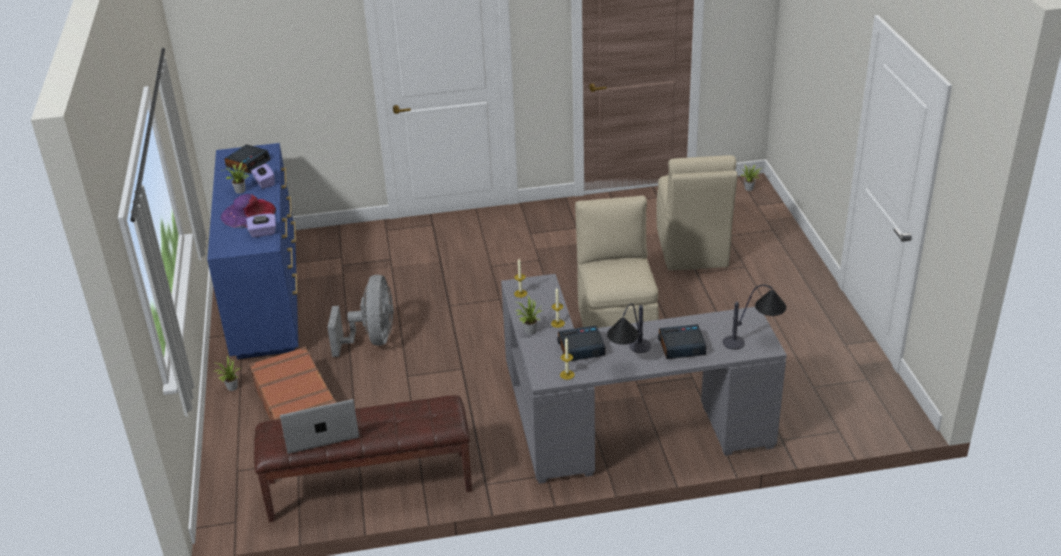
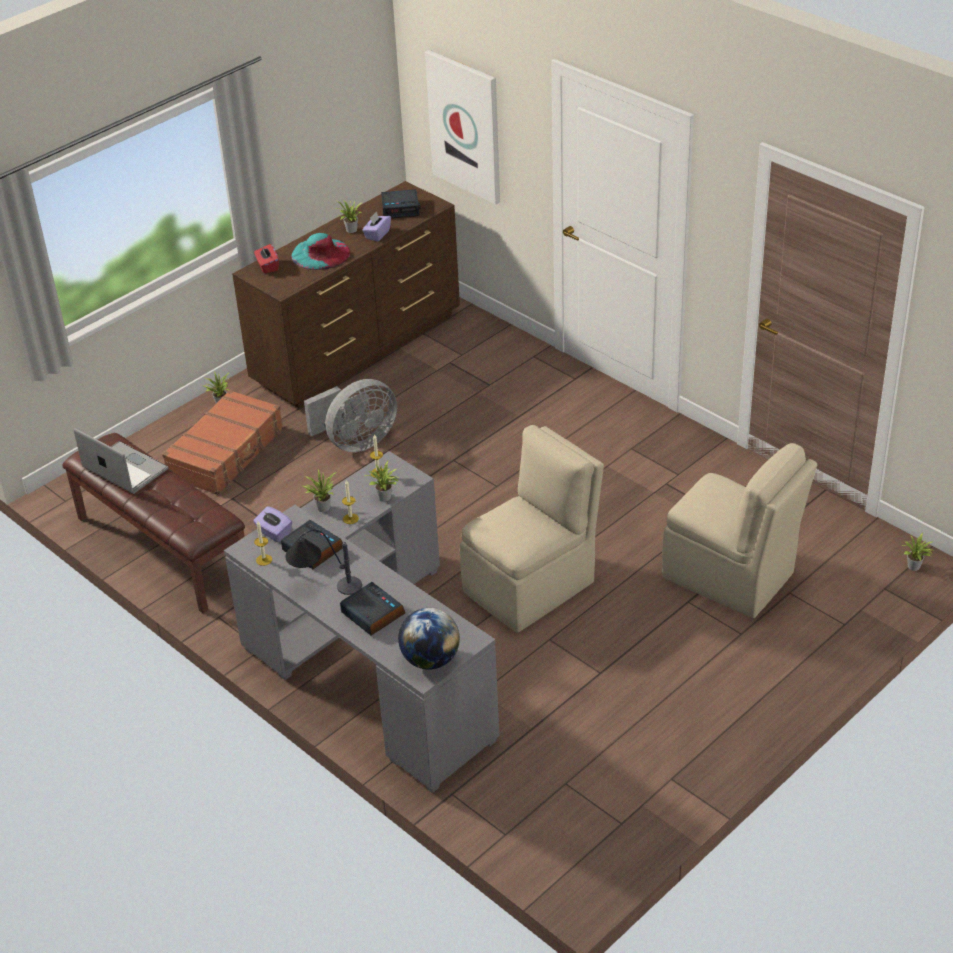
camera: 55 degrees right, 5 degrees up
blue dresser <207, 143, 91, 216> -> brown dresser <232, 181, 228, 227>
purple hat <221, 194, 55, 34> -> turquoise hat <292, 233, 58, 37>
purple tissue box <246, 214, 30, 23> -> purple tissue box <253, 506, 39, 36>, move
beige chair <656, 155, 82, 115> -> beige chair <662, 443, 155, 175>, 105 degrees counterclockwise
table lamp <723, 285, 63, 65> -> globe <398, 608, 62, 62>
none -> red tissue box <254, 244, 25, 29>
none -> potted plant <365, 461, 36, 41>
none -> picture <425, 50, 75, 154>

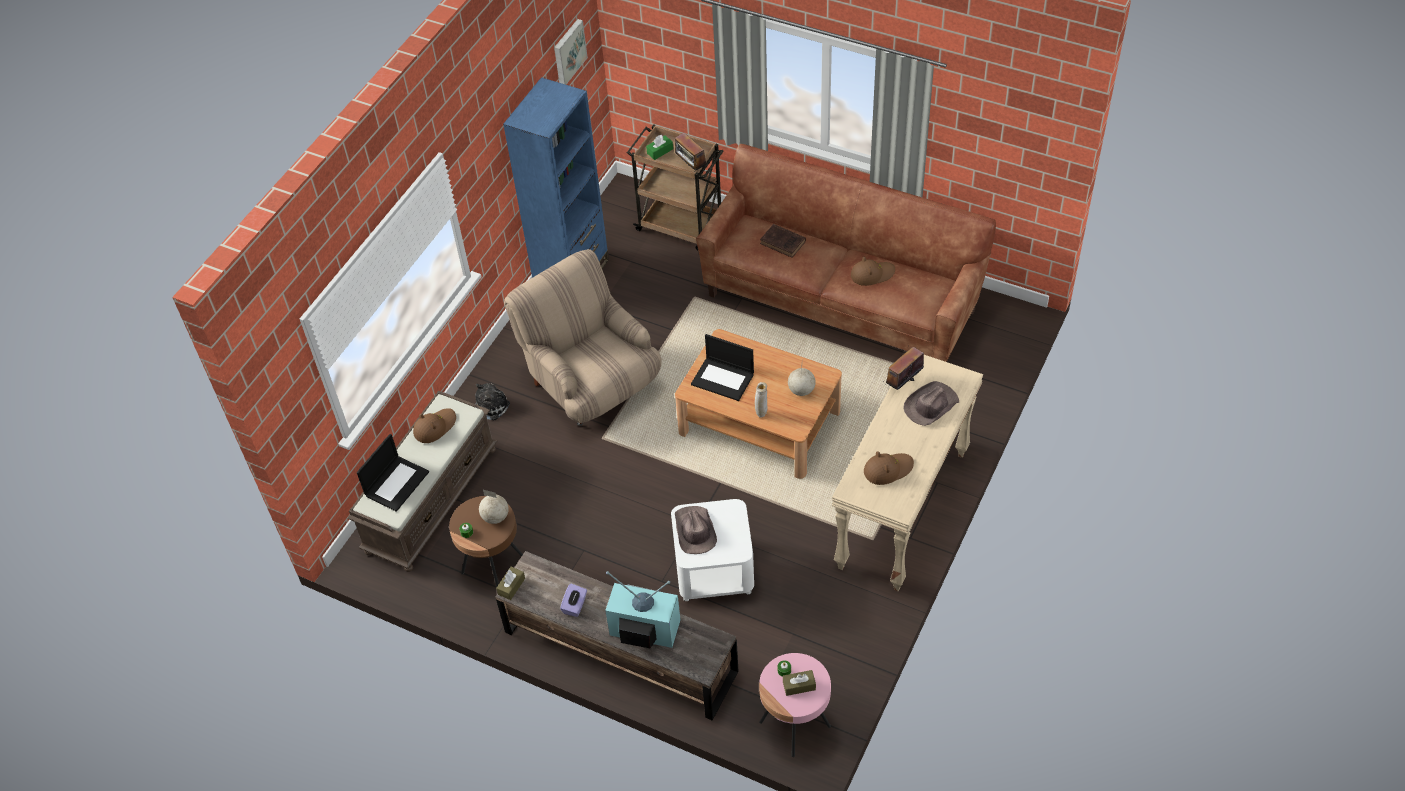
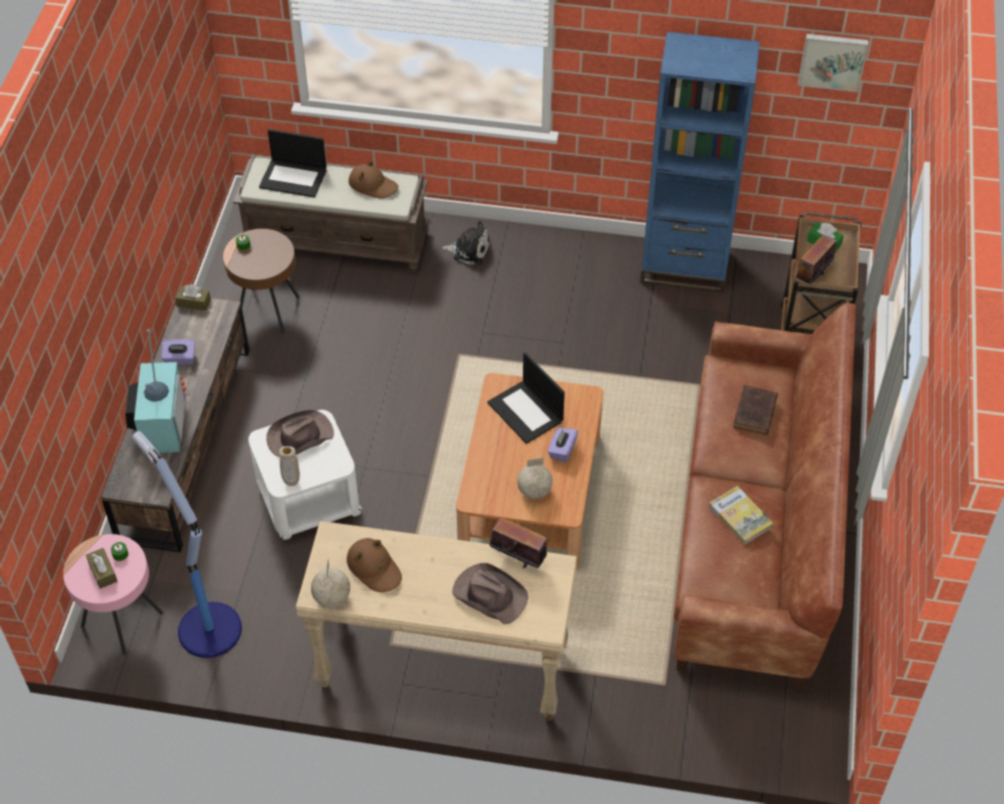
camera: 70 degrees right, 0 degrees up
globe <479, 490, 30, 34> -> globe <311, 560, 39, 48>, move
beige armchair <504, 249, 158, 177> -> none
laptop <691, 334, 63, 67> -> laptop <487, 352, 78, 92>, 45 degrees counterclockwise
beige vase <755, 382, 12, 35> -> beige vase <279, 446, 21, 40>, move
brown hat <851, 257, 44, 29> -> book <709, 486, 65, 59>
none -> floor lamp <132, 431, 110, 227>
none -> purple tissue box <548, 427, 30, 36>

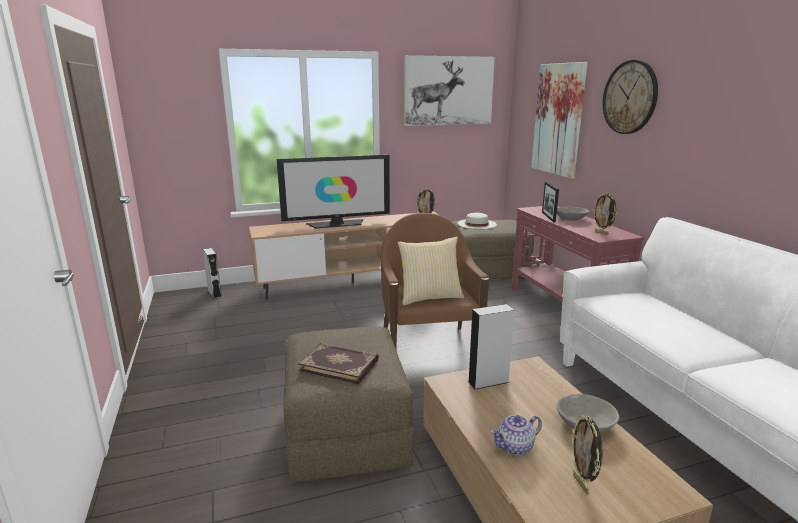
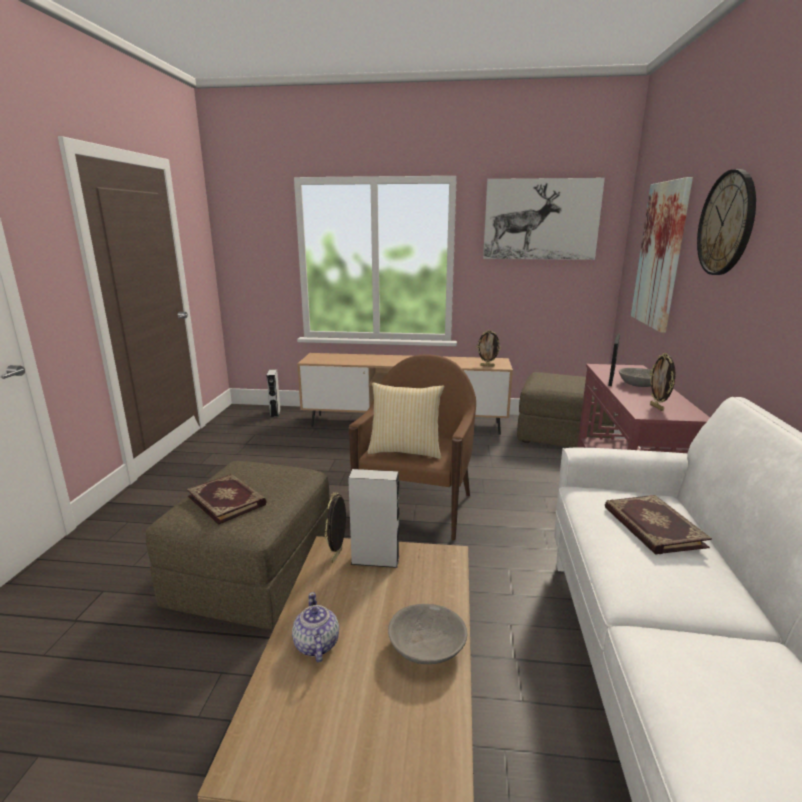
camera: 25 degrees right, 0 degrees up
television <277, 155, 113, 73> -> none
white hat <457, 213, 40, 16> -> none
teapot <490, 415, 52, 40> -> teapot <292, 592, 47, 71>, 75 degrees clockwise
picture frame <572, 415, 31, 80> -> picture frame <325, 492, 21, 71>, move
none -> book <605, 495, 107, 60>

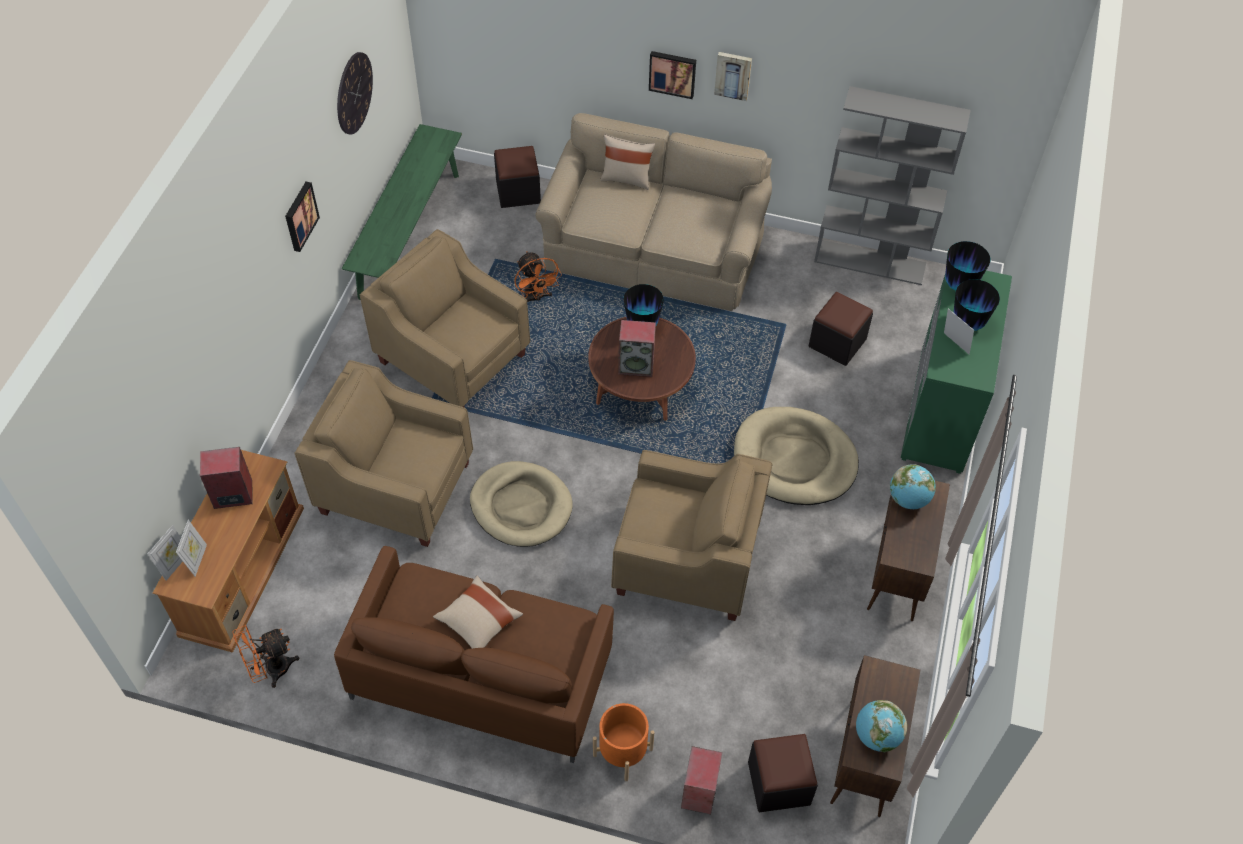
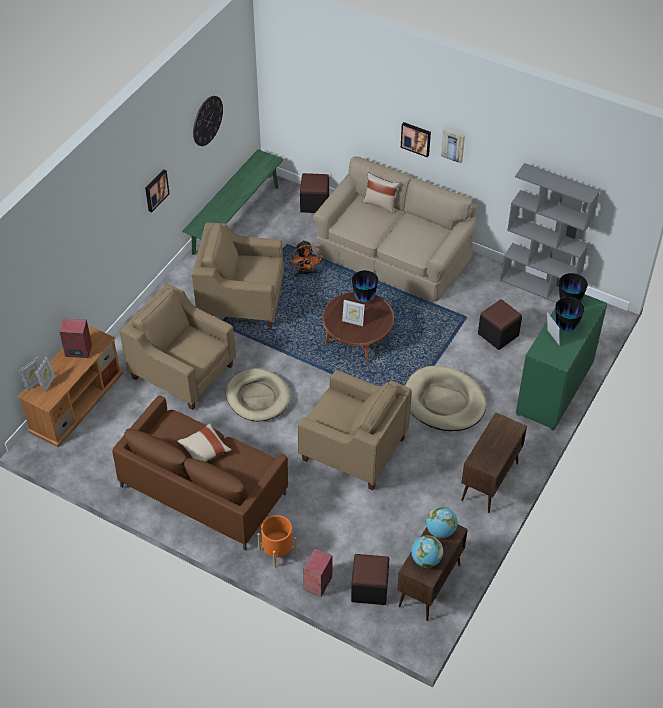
camera: 15 degrees right, 5 degrees down
orange fan <232, 625, 67, 63> -> none
beige armchair <360, 229, 170, 179> -> beige armchair <192, 223, 92, 104>, 45 degrees counterclockwise
speaker <618, 320, 38, 57> -> picture frame <342, 300, 23, 26>
globe <890, 464, 46, 45> -> globe <426, 507, 32, 31>, move

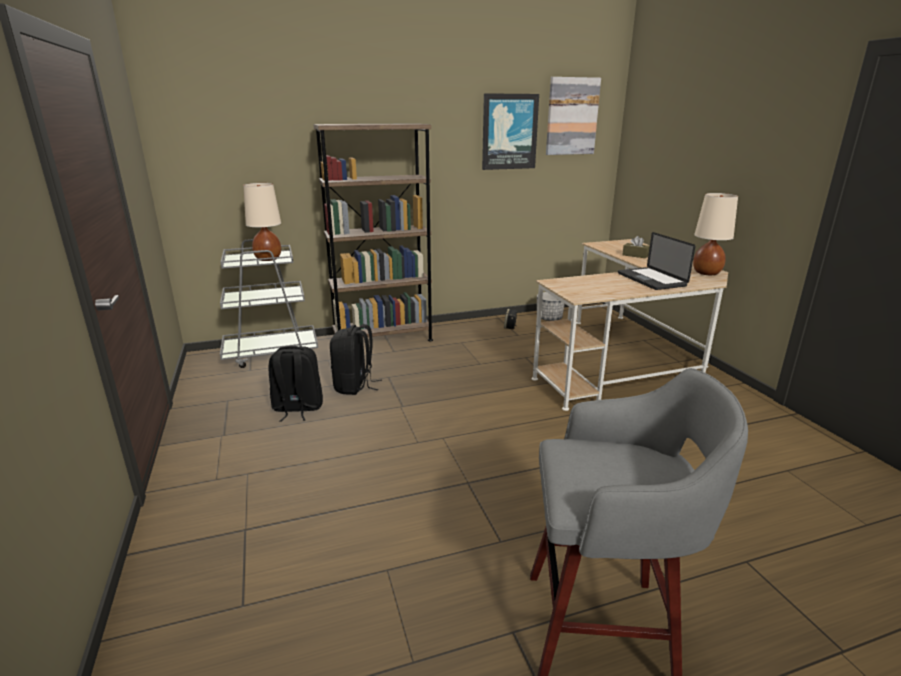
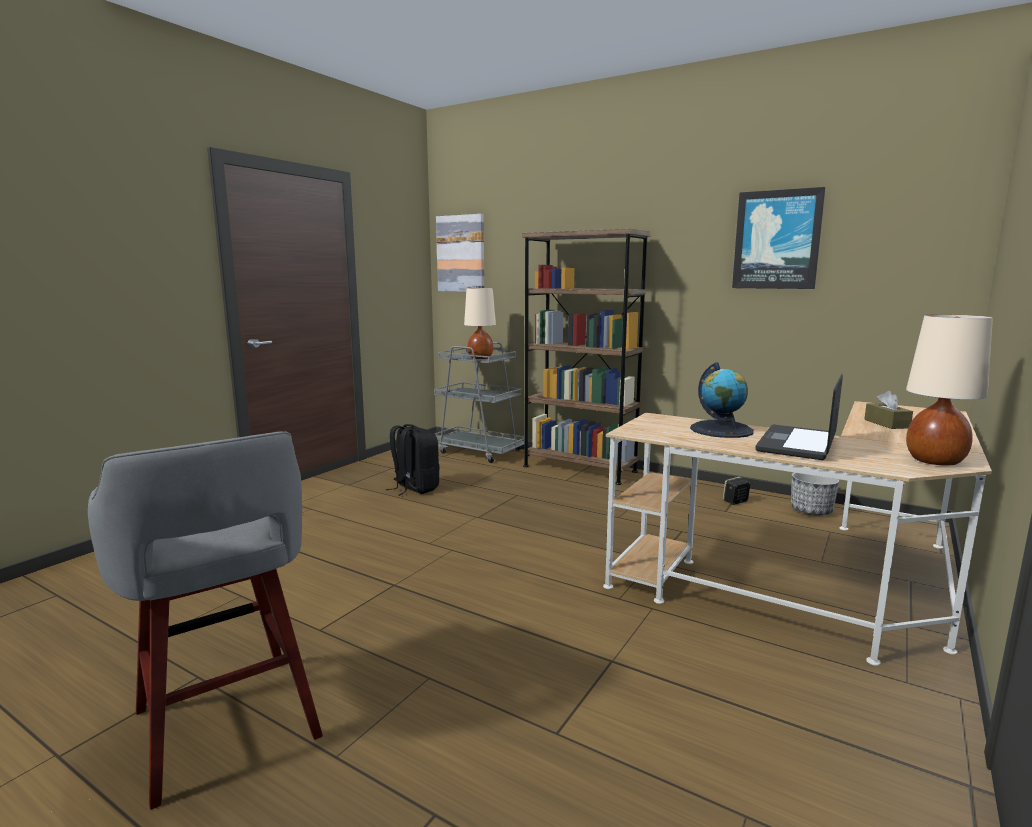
camera: 50 degrees right, 10 degrees down
black backpack <330, 324, 52, 71> -> none
picture <546, 77, 55, 78> -> picture <436, 214, 48, 78>, move
none -> globe <690, 362, 64, 76>

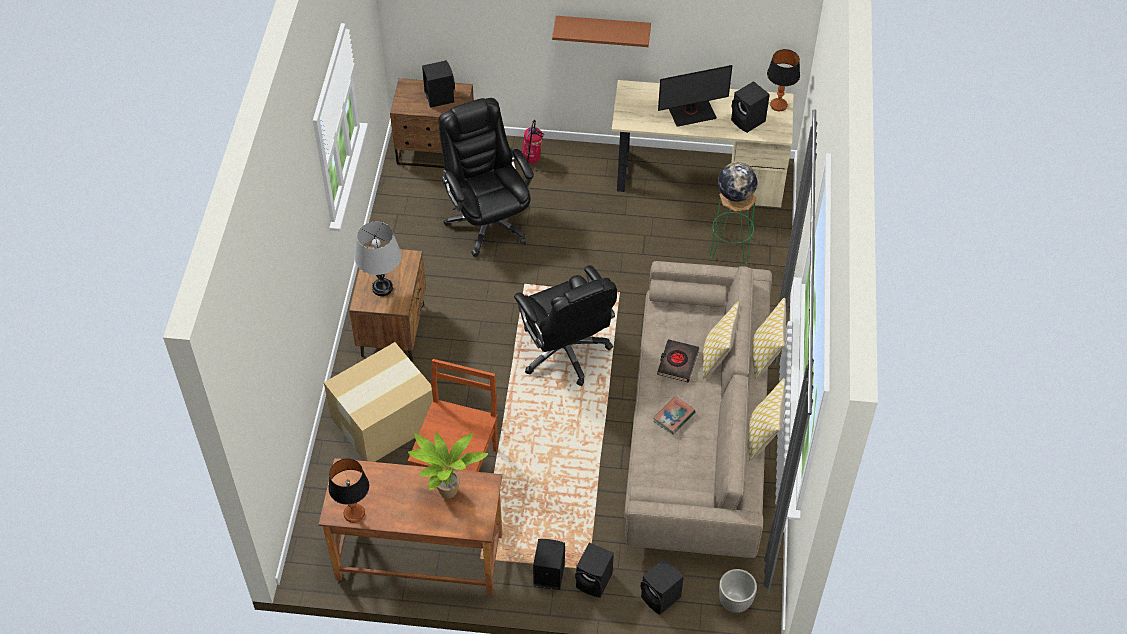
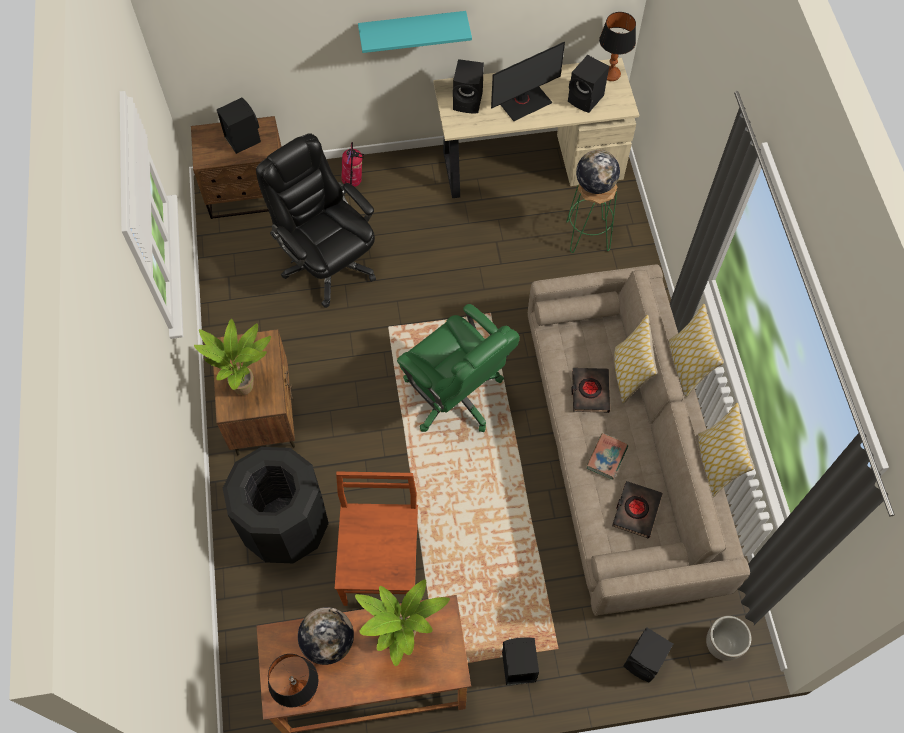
camera: 15 degrees left, 10 degrees up
cardboard box <324, 342, 109, 120> -> black trash can <223, 447, 106, 116>
grey table lamp <355, 222, 46, 74> -> potted plant <194, 319, 77, 76>
black office chair <514, 265, 103, 121> -> green office chair <397, 304, 123, 128>
brown shelf <552, 16, 99, 31> -> turquoise shelf <358, 11, 114, 42>
black speaker <575, 543, 39, 55> -> black speaker <453, 59, 31, 54>, move
none -> globe <298, 607, 56, 58>
none -> black book <612, 481, 51, 58>

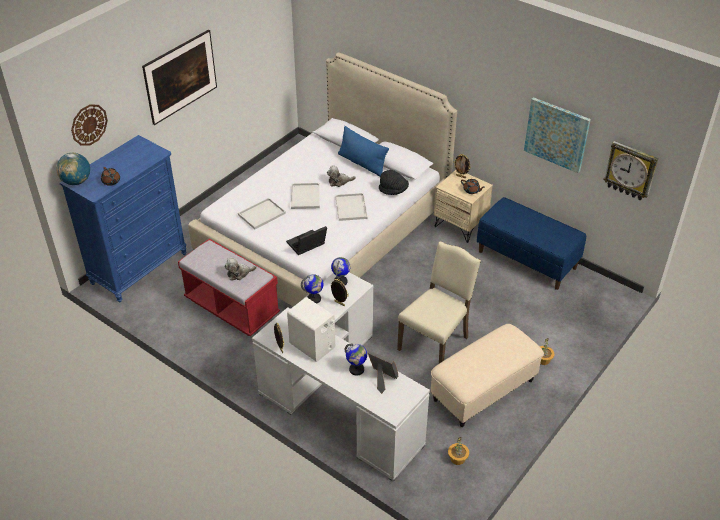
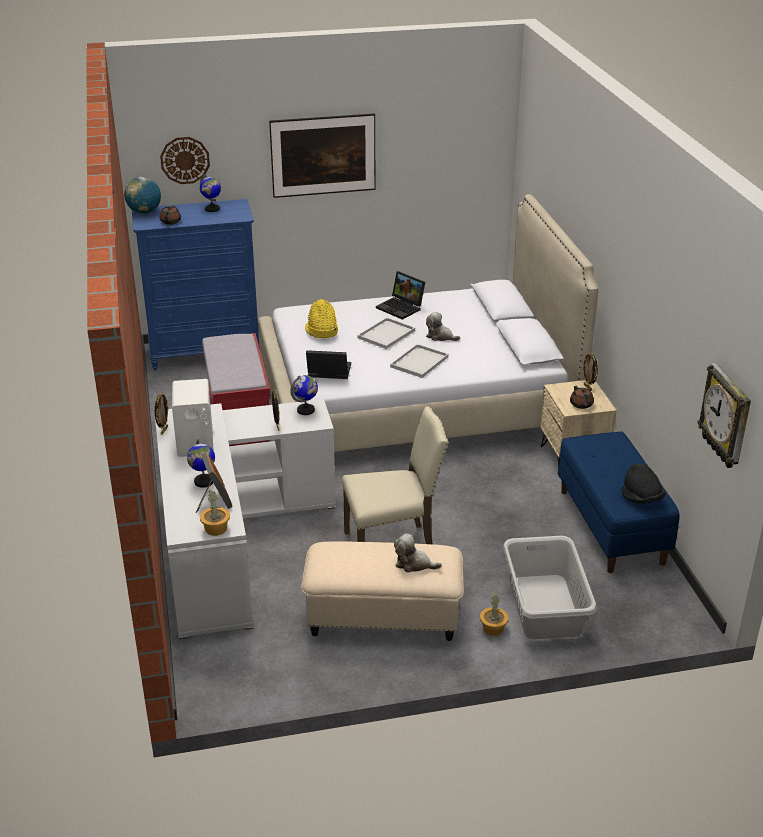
camera: 40 degrees right, 10 degrees down
plush toy <224, 257, 33, 24> -> plush toy <394, 533, 48, 40>, move
white tray <238, 198, 48, 31> -> yellow hat <305, 299, 33, 39>
globe <301, 274, 23, 30> -> globe <200, 174, 21, 38>, move
blue pillow <338, 126, 51, 51> -> none
black hat <379, 170, 30, 25> -> black hat <621, 463, 45, 41>, move
potted plant <448, 437, 21, 28> -> potted plant <200, 490, 30, 46>, move
picture <524, 97, 67, 76> -> none
none -> laptop <376, 271, 49, 49>
none -> grey laundry basket <503, 536, 94, 103>

